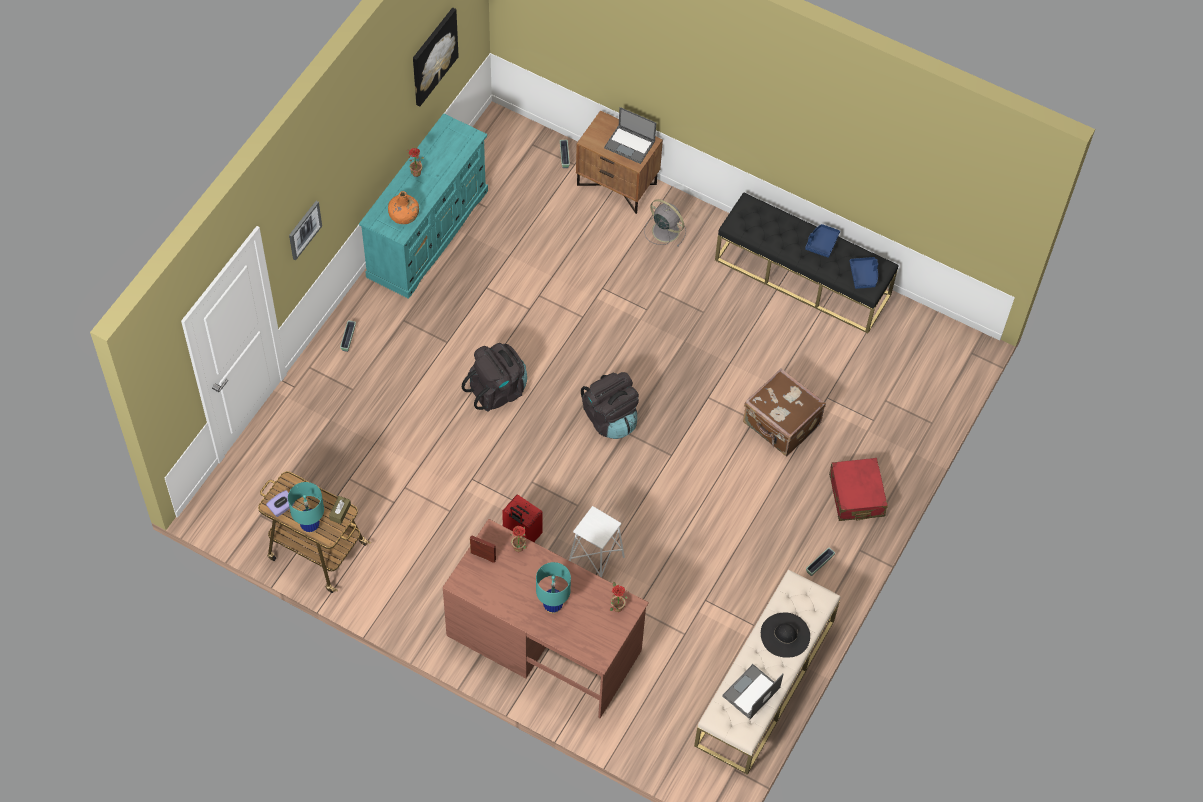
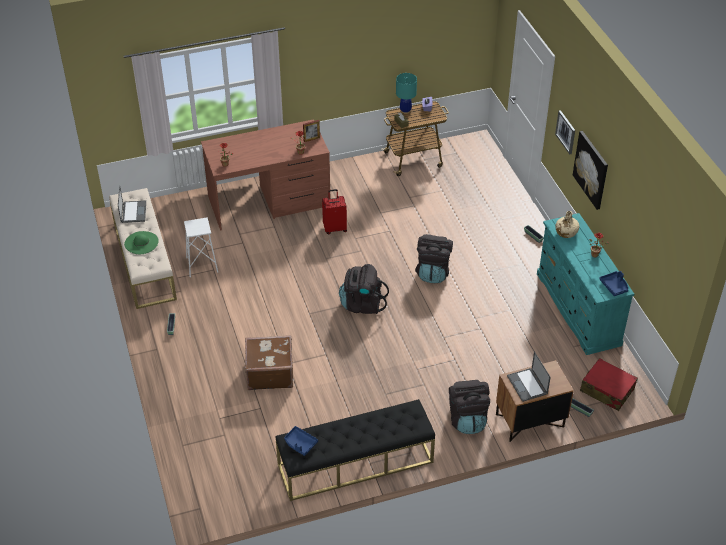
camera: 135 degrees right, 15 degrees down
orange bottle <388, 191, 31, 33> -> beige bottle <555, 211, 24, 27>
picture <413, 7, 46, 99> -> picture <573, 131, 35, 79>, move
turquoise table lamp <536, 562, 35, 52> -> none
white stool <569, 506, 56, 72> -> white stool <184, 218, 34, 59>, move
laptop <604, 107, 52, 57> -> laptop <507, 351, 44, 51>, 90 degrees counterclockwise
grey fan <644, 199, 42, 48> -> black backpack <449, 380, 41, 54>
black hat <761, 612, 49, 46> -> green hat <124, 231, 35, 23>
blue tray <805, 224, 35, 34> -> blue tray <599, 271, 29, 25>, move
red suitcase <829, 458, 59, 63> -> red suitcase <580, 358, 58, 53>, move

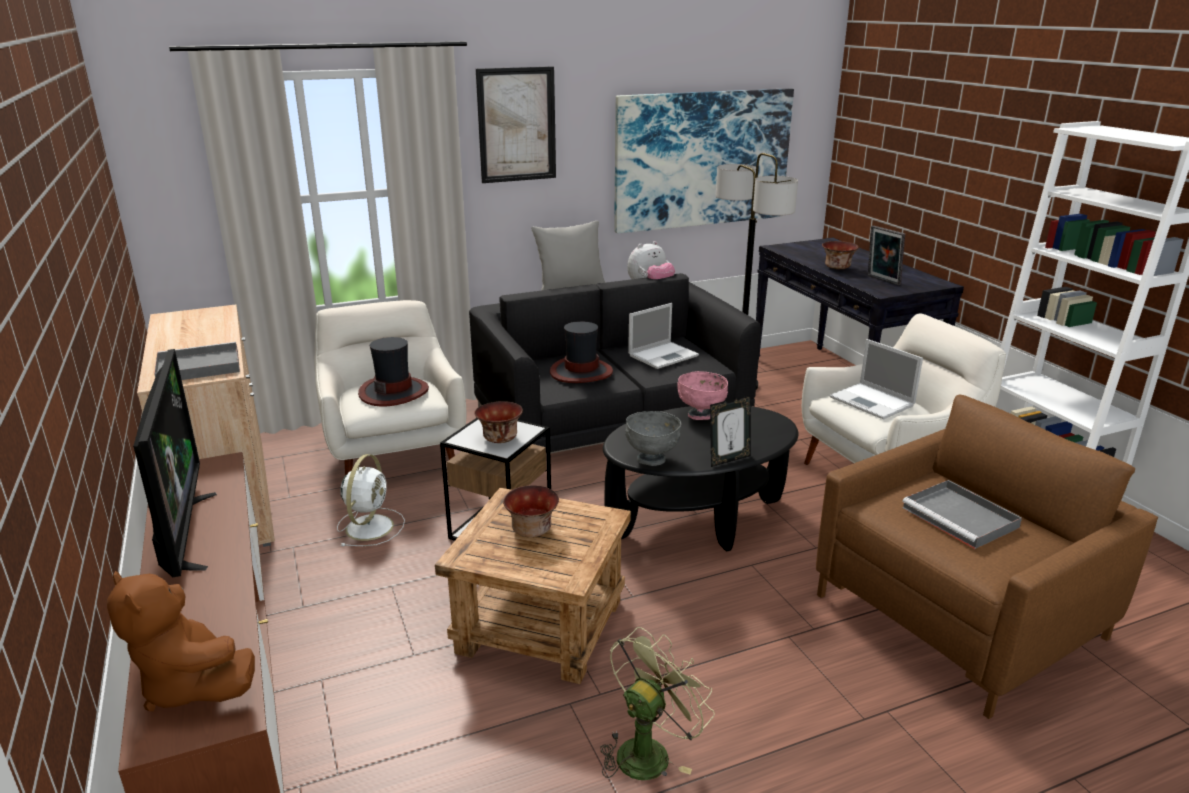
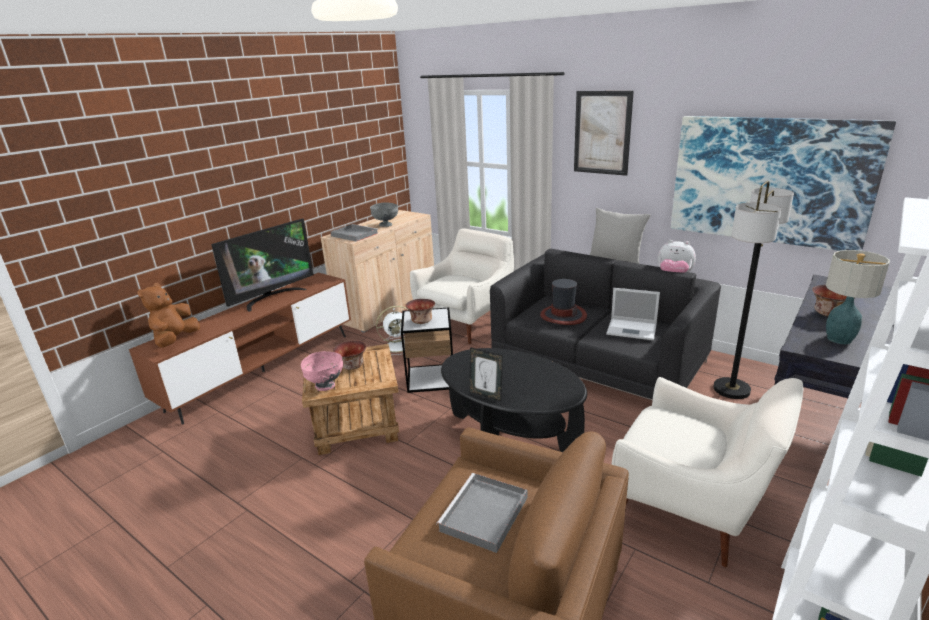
camera: 60 degrees right, 0 degrees up
hat <358, 337, 71, 70> -> none
green fan <600, 627, 115, 153> -> none
grey bowl <625, 411, 56, 55> -> grey bowl <370, 202, 28, 25>, move
pink bowl <677, 371, 51, 49> -> pink bowl <301, 351, 42, 40>, move
laptop <830, 339, 93, 81> -> none
picture frame <868, 226, 37, 59> -> table lamp <826, 250, 64, 94>

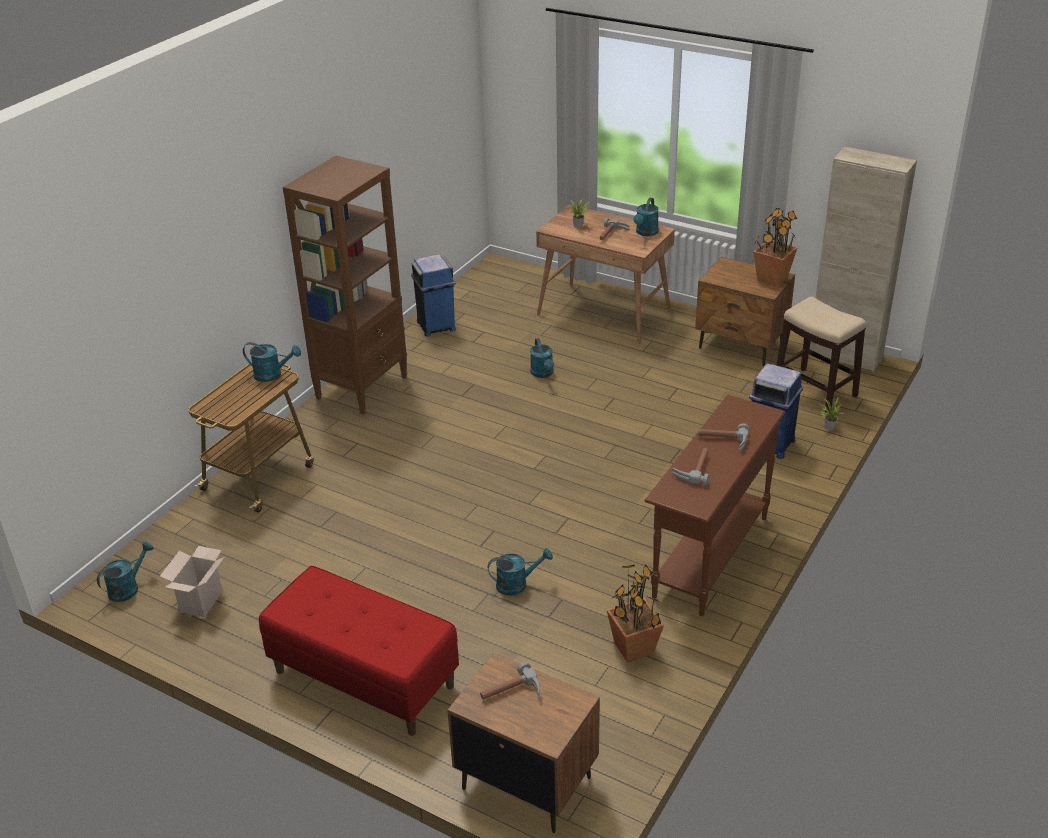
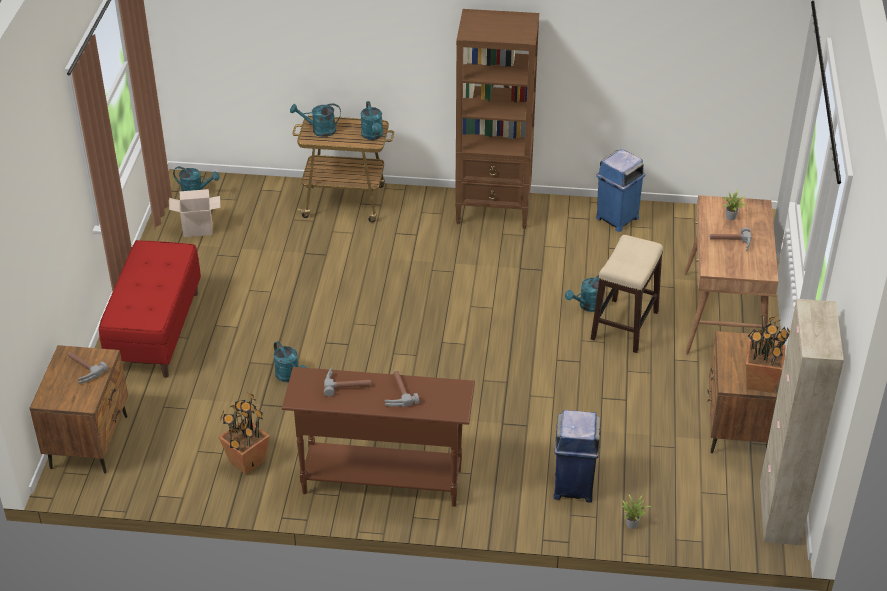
camera: 65 degrees right, 5 degrees up
turquoise watering can <633, 198, 26, 38> -> turquoise watering can <290, 103, 51, 34>, move
stool <776, 297, 90, 117> -> stool <591, 235, 72, 118>, move

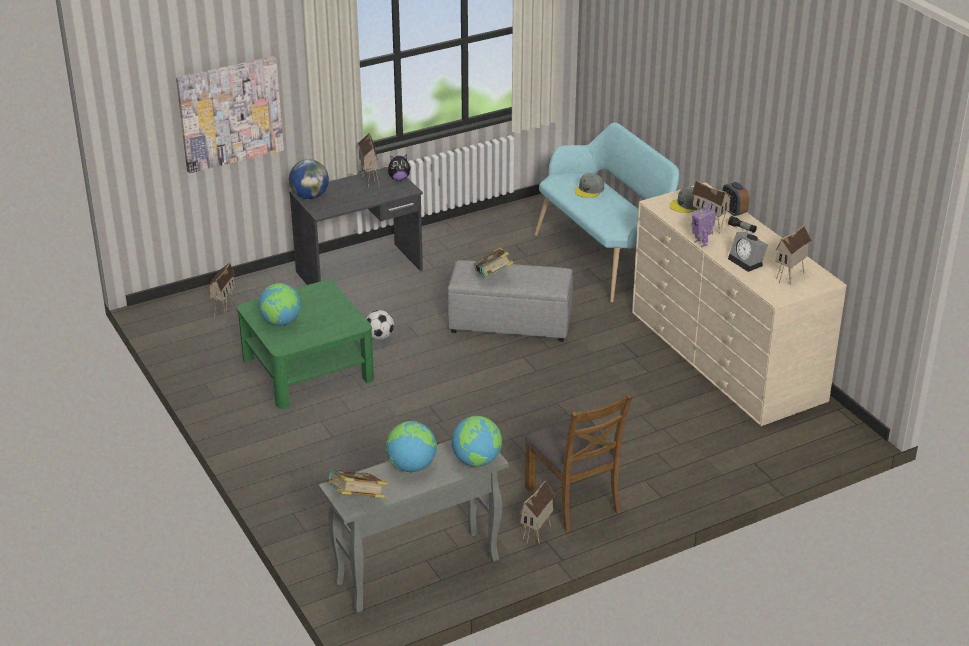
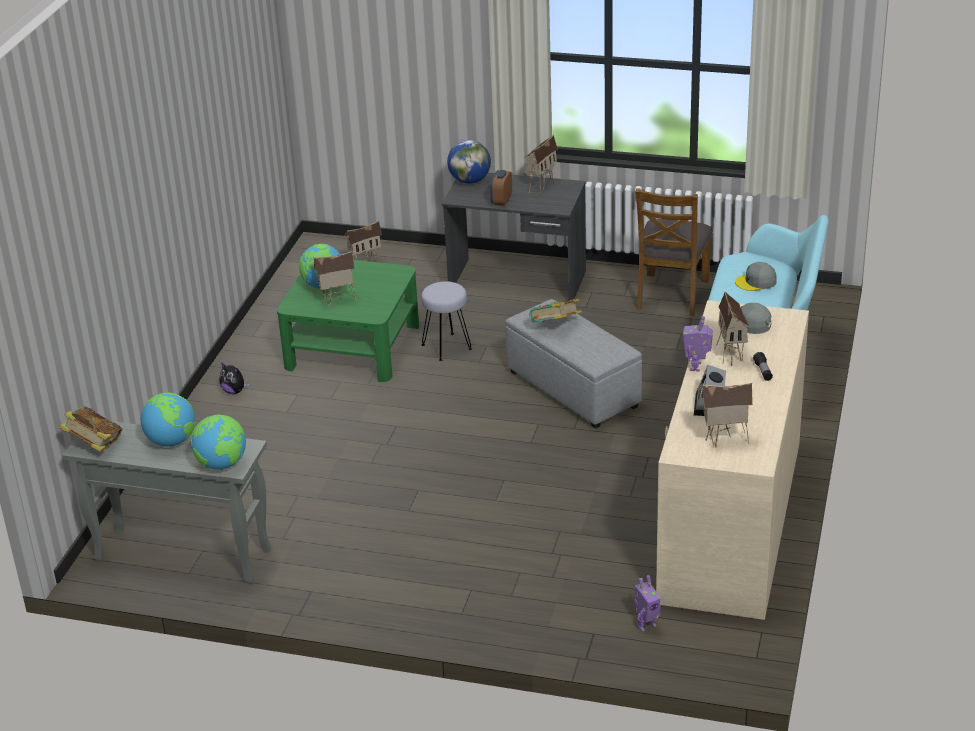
camera: 45 degrees right, 0 degrees up
picture <176, 56, 108, 117> -> none
football <366, 310, 28, 30> -> grey stool <421, 281, 51, 80>
plush toy <388, 155, 23, 26> -> plush toy <220, 363, 29, 31>, move
toy house <520, 480, 36, 65> -> toy house <313, 251, 44, 57>, move
brown chair <525, 394, 107, 138> -> brown chair <635, 188, 78, 129>, move
alarm clock <722, 182, 28, 34> -> alarm clock <490, 170, 22, 36>, move
none -> toy robot <634, 575, 27, 56>

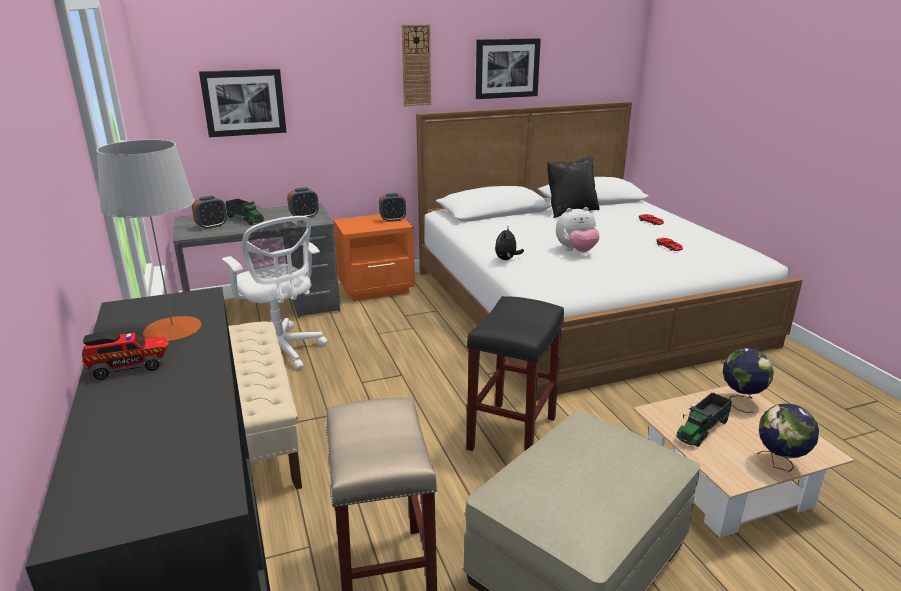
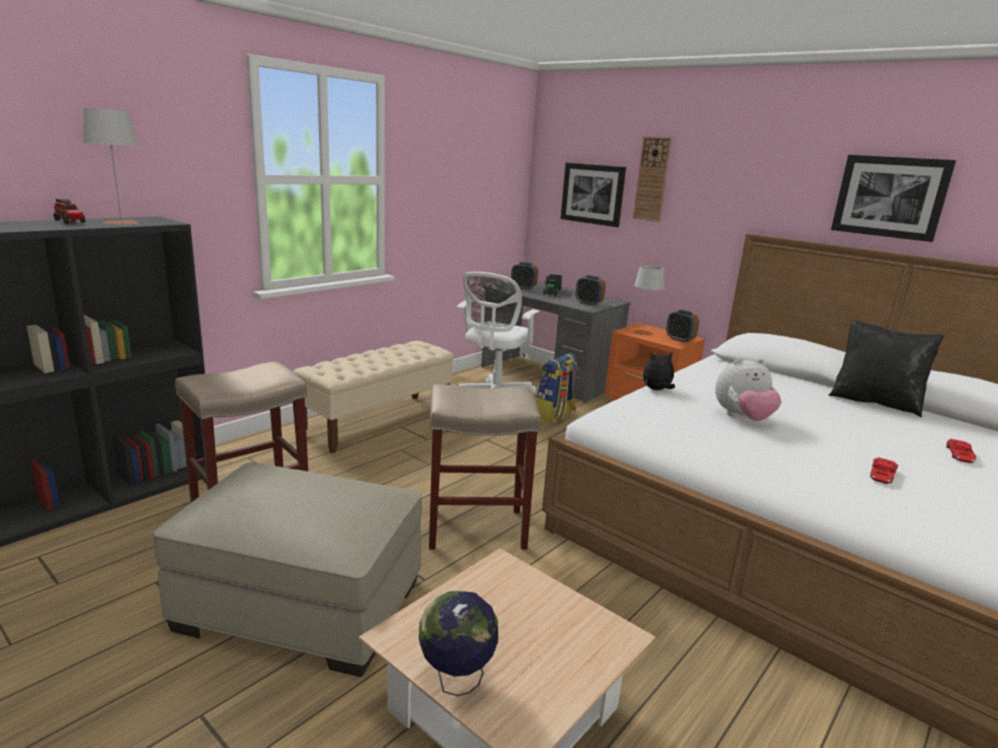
camera: 60 degrees right, 5 degrees down
wall clock <402, 24, 29, 82> -> wall clock <633, 136, 39, 86>, move
black stool <466, 296, 98, 155> -> beige stool <429, 384, 112, 166>
plush toy <556, 207, 44, 45> -> plush toy <715, 358, 66, 63>, 60 degrees counterclockwise
toy truck <676, 393, 56, 54> -> none
globe <723, 348, 51, 65> -> none
none -> backpack <536, 353, 42, 70>
none -> grey table lamp <633, 265, 32, 71>

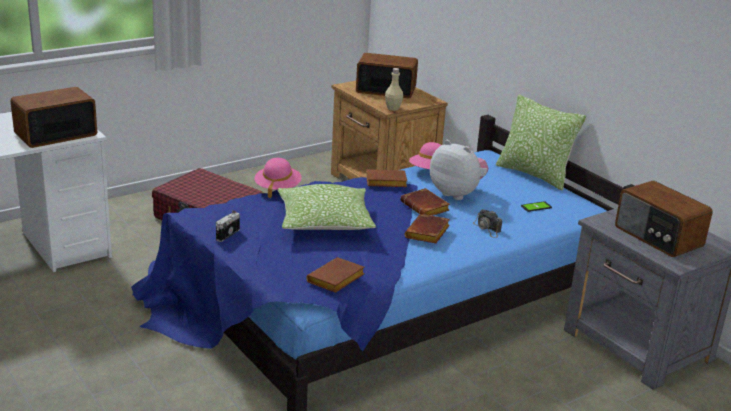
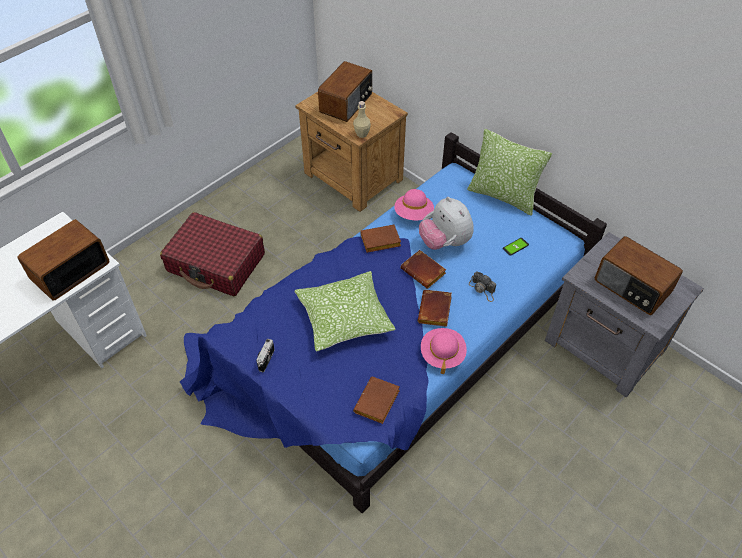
camera: 10 degrees left, 25 degrees up
pink hat <255, 158, 47, 41> -> pink hat <421, 328, 46, 46>, move
radio <356, 53, 62, 46> -> radio <318, 61, 54, 61>, 120 degrees clockwise
plush toy <430, 140, 58, 60> -> plush toy <419, 197, 55, 53>, 150 degrees counterclockwise

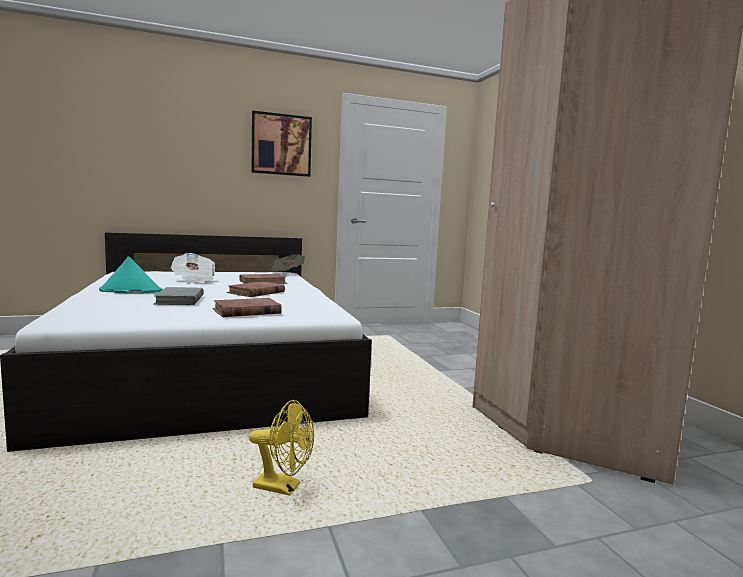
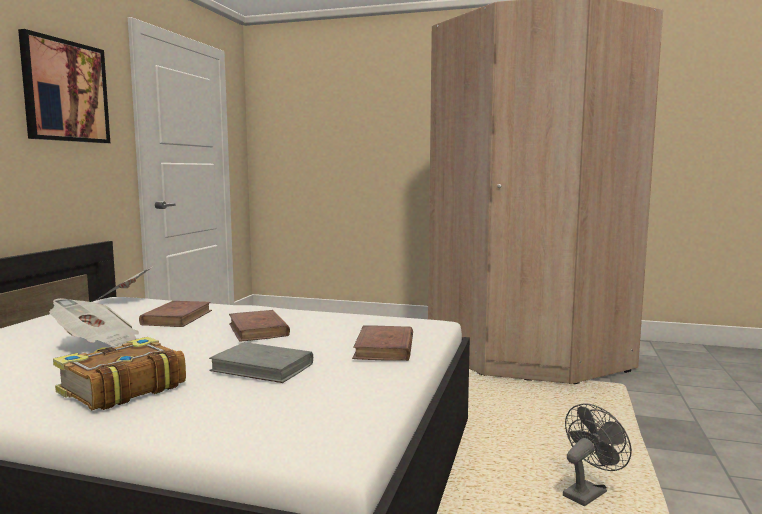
camera: 55 degrees left, 0 degrees up
turquoise hat <99, 256, 64, 38> -> book <53, 337, 133, 73>
yellow fan <249, 400, 65, 96> -> grey fan <563, 403, 69, 103>

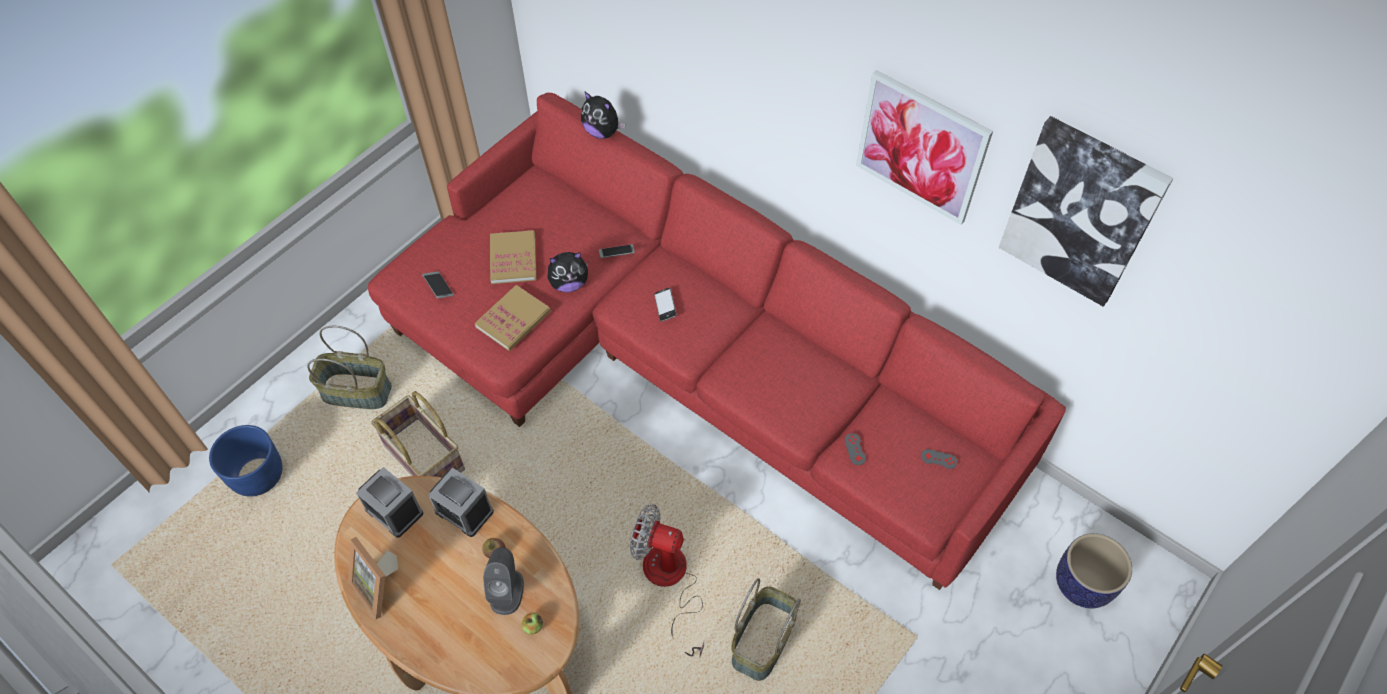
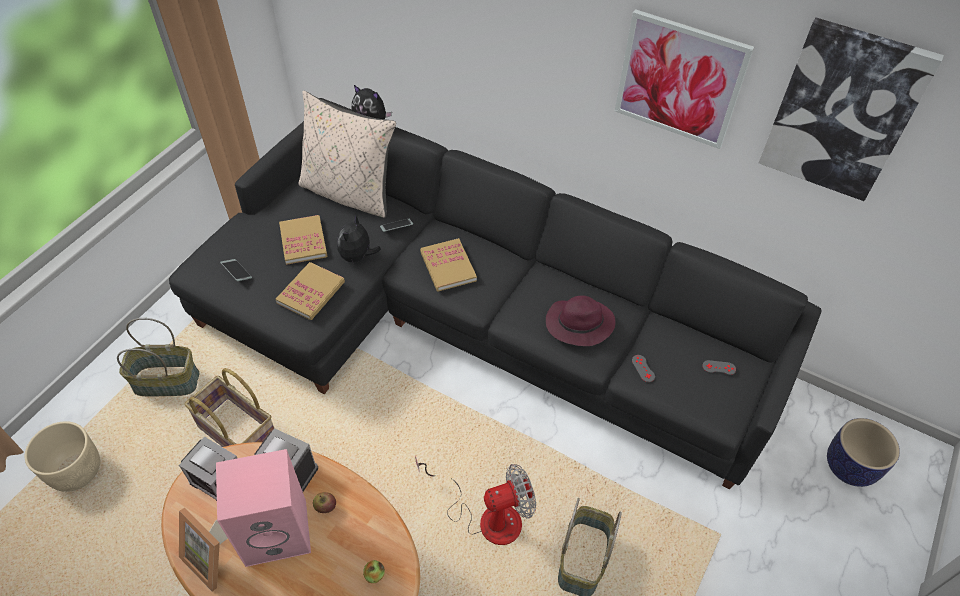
camera: 10 degrees left, 5 degrees down
blue planter <209, 425, 74, 72> -> beige planter <25, 421, 75, 71>
red sofa <368, 93, 698, 497> -> black sofa <169, 98, 653, 391>
grey speaker <483, 548, 41, 67> -> none
plush toy <548, 252, 41, 40> -> plush toy <337, 214, 44, 52>, 135 degrees clockwise
fan <630, 504, 74, 153> -> fan <415, 456, 121, 89>, 150 degrees clockwise
phone <654, 288, 23, 34> -> book <420, 238, 57, 54>
none -> pink speaker <216, 449, 95, 118>
none -> beige pillow <299, 90, 97, 128>
none -> purple hat <546, 295, 70, 51>

